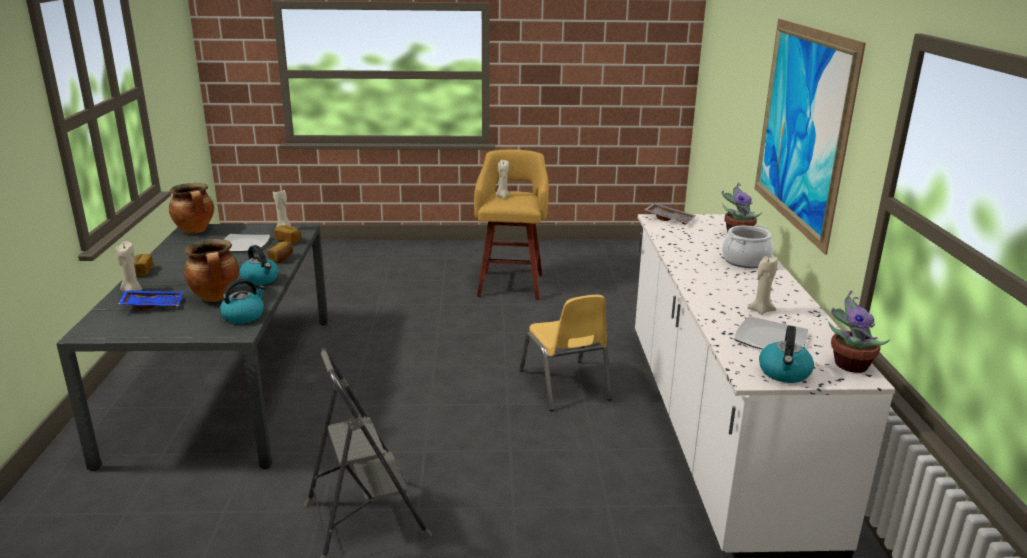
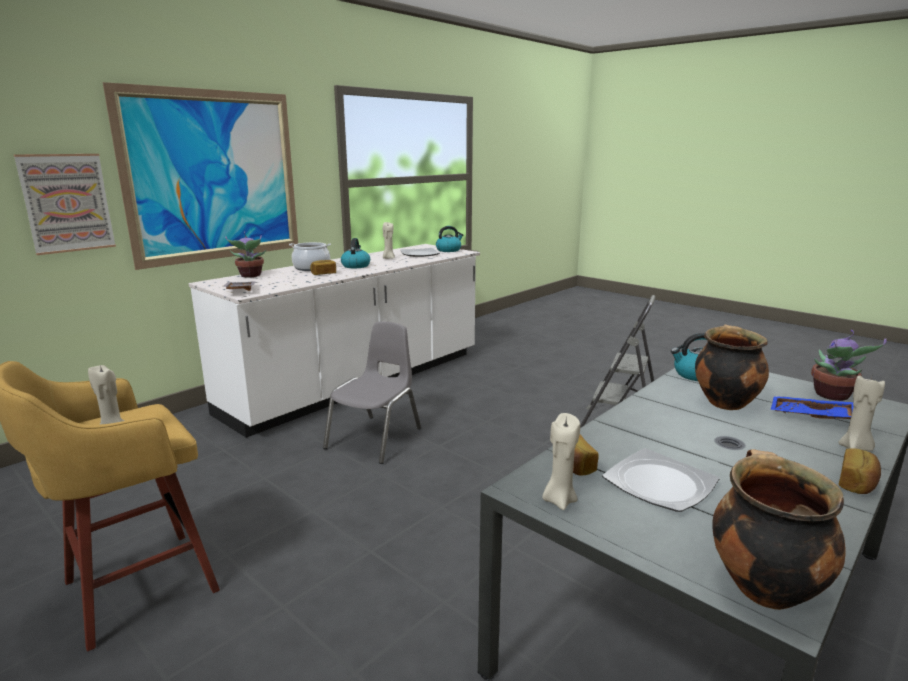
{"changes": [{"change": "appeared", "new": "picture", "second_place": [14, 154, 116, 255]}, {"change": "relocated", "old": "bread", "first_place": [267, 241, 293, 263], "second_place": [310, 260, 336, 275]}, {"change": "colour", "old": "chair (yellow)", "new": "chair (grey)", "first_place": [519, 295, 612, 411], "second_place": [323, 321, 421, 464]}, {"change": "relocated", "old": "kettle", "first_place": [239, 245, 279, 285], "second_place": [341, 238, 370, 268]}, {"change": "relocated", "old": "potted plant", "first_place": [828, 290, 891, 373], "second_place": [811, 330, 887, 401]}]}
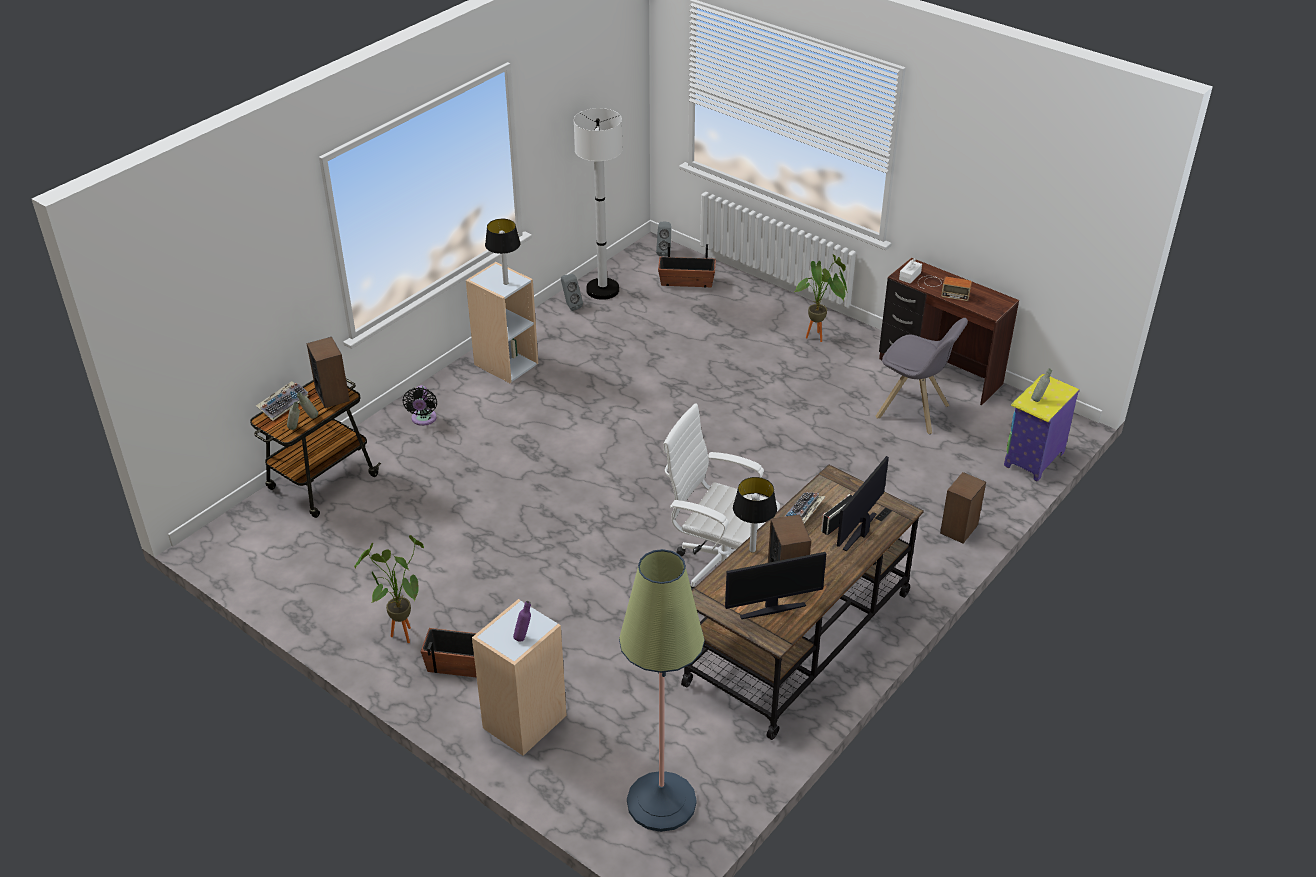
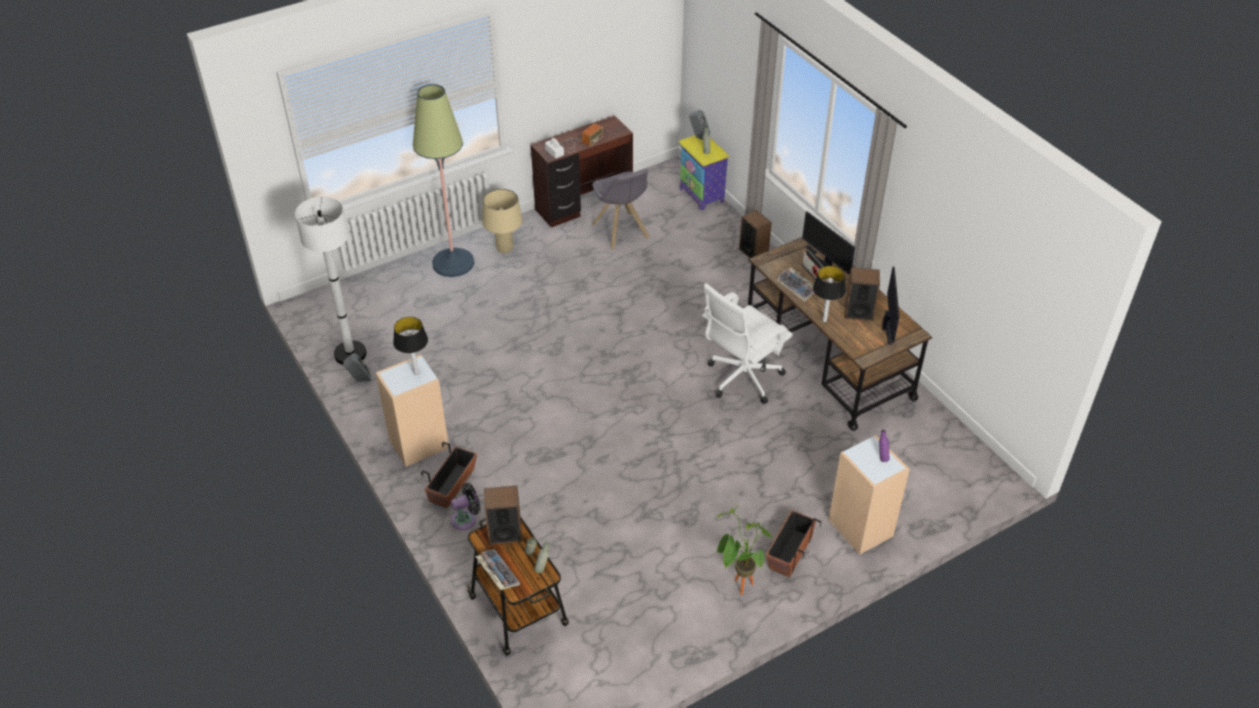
{"changes": [{"change": "relocated", "old": "floor lamp", "first_place": [619, 549, 705, 832], "second_place": [413, 84, 474, 277]}, {"change": "relocated", "old": "planter", "first_place": [658, 243, 716, 287], "second_place": [421, 442, 477, 508]}, {"change": "spun", "old": "fan (black)", "first_place": [402, 385, 437, 426], "second_place": [451, 483, 481, 530], "degrees": -45}, {"change": "exchanged", "old": "potted plant", "new": "table lamp (beige)", "first_place": [795, 254, 848, 342], "second_place": [482, 189, 523, 254]}, {"change": "spun", "old": "chair (grey)", "first_place": [875, 318, 968, 434], "second_place": [592, 169, 649, 249], "degrees": 105}, {"change": "relocated", "old": "speaker (grey)", "first_place": [656, 222, 671, 257], "second_place": [689, 110, 710, 140]}]}
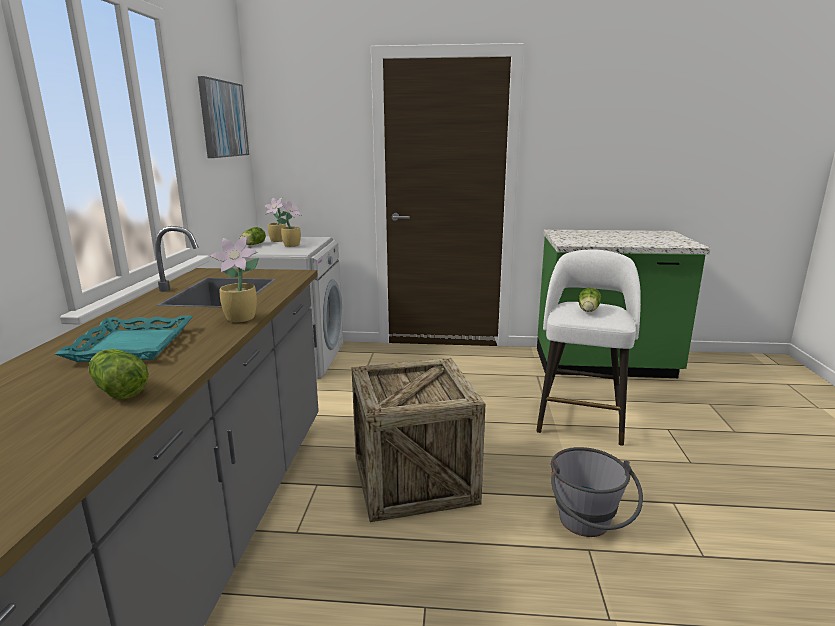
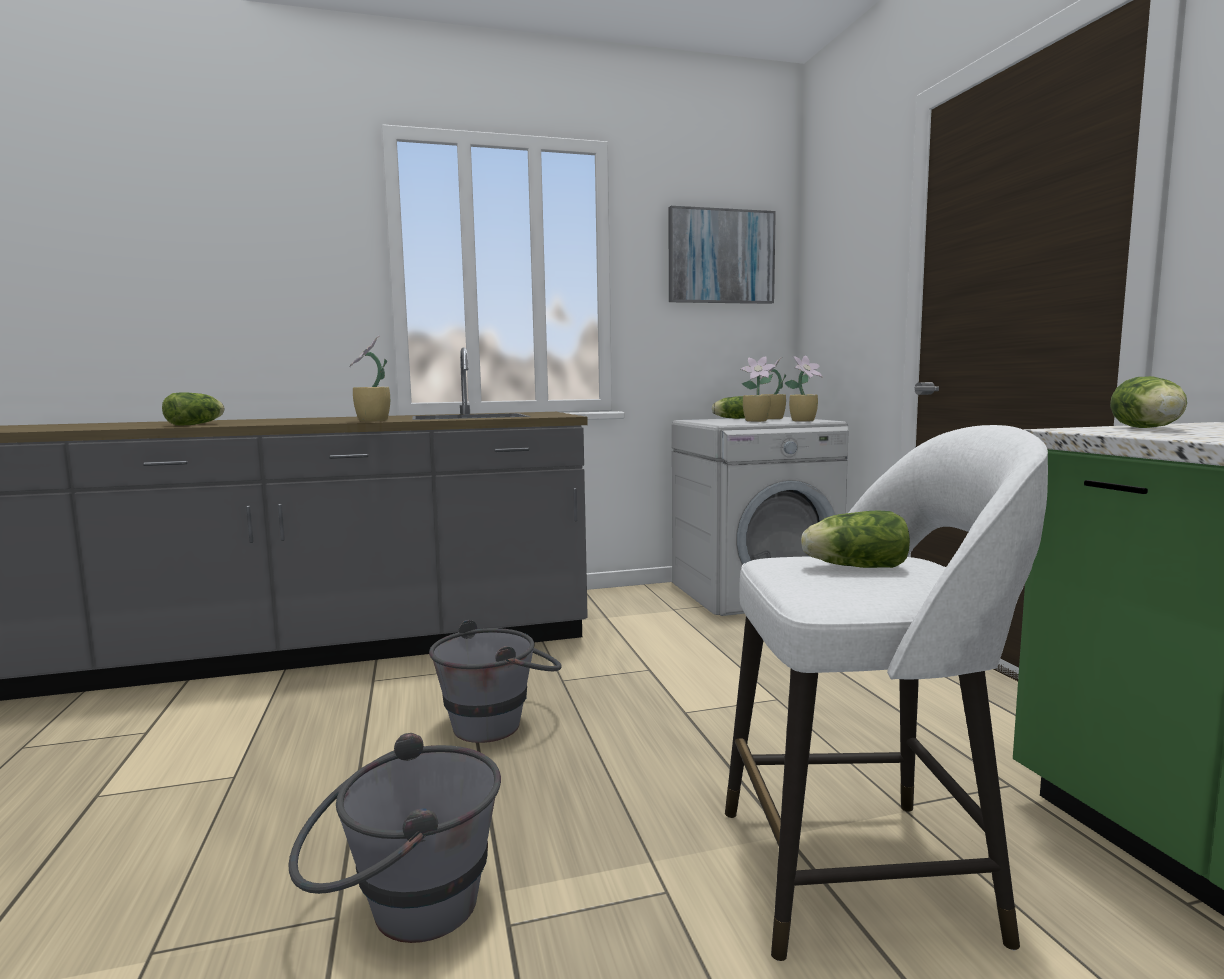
{"changes": [{"change": "exchanged", "old": "crate", "new": "bucket (grey)", "first_place": [351, 358, 485, 522], "second_place": [429, 620, 562, 743]}, {"change": "appeared", "new": "potted plant", "second_place": [785, 356, 822, 422]}, {"change": "appeared", "new": "lettuce", "second_place": [1110, 376, 1187, 428]}, {"change": "missing", "old": "tray (turquoise)", "first_place": [55, 315, 193, 362]}]}
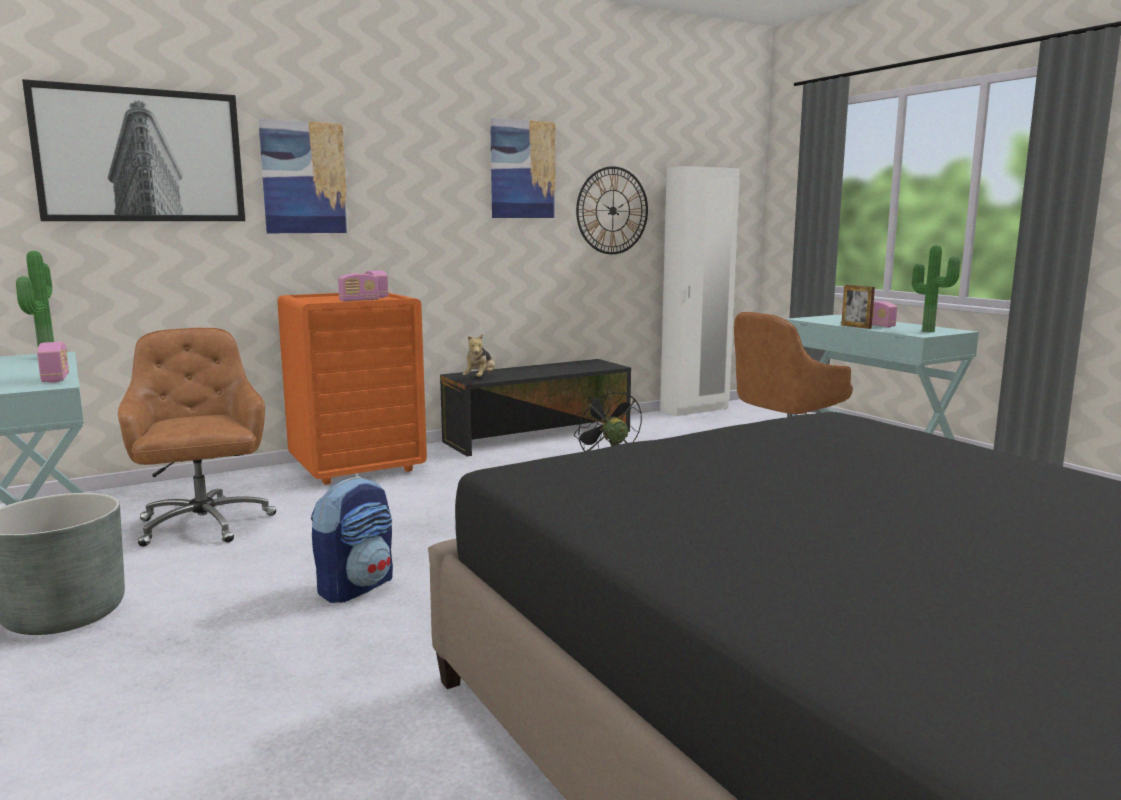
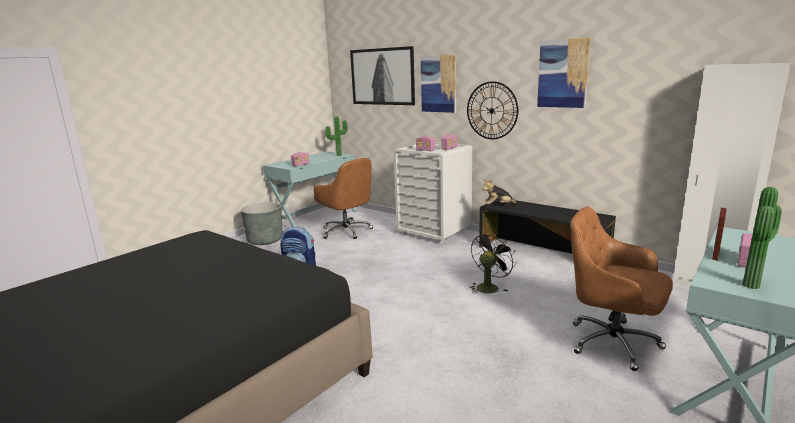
{"changes": [{"change": "spun", "old": "office chair (brown)", "first_place": [118, 328, 276, 547], "second_place": [314, 158, 373, 239], "degrees": 90}, {"change": "colour", "old": "dresser (orange)", "new": "dresser (white)", "first_place": [277, 293, 427, 485], "second_place": [394, 142, 472, 243]}, {"change": "relocated", "old": "wall clock", "first_place": [576, 166, 648, 254], "second_place": [467, 81, 518, 139]}]}
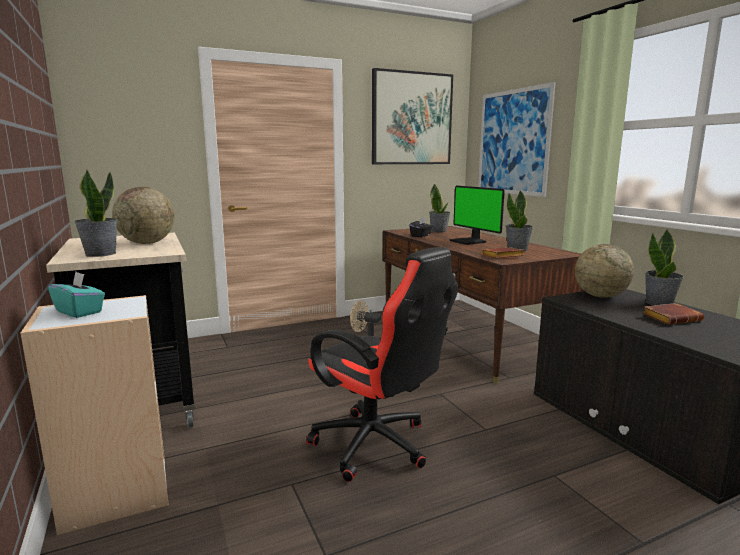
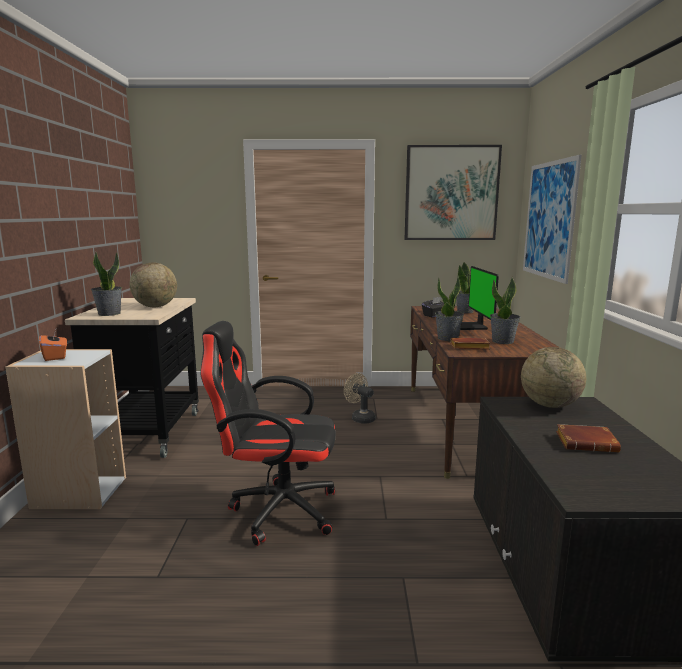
{"changes": [{"change": "colour", "old": "tissue box (turquoise)", "new": "tissue box (orange)", "first_place": [48, 272, 105, 318], "second_place": [39, 330, 67, 361]}, {"change": "spun", "old": "office chair (black)", "first_place": [306, 247, 458, 482], "second_place": [201, 321, 336, 546], "degrees": 120}, {"change": "relocated", "old": "potted plant", "first_place": [645, 228, 684, 306], "second_place": [435, 275, 464, 341]}]}
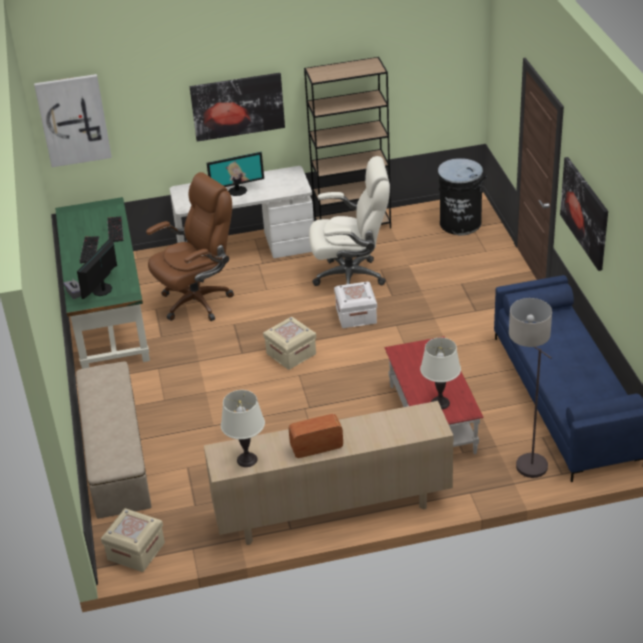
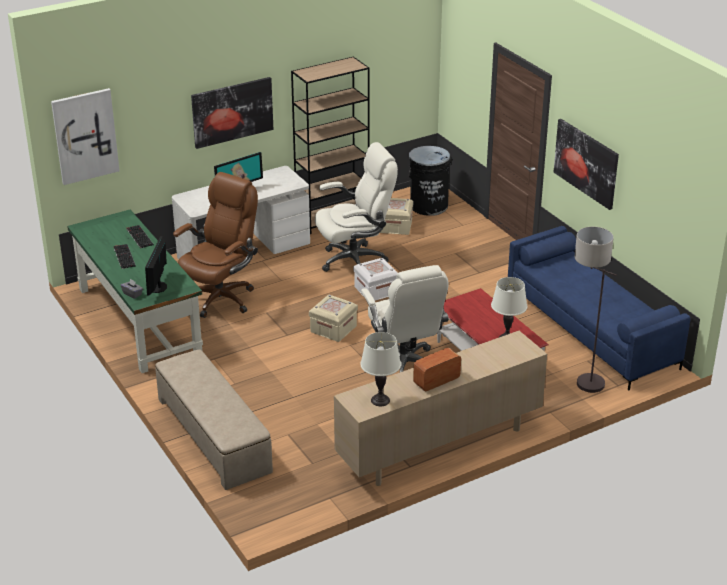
{"changes": [{"change": "appeared", "new": "office chair (white)", "second_place": [361, 265, 448, 372]}, {"change": "relocated", "old": "storage box (beige)", "first_place": [101, 508, 165, 572], "second_place": [380, 198, 413, 235]}]}
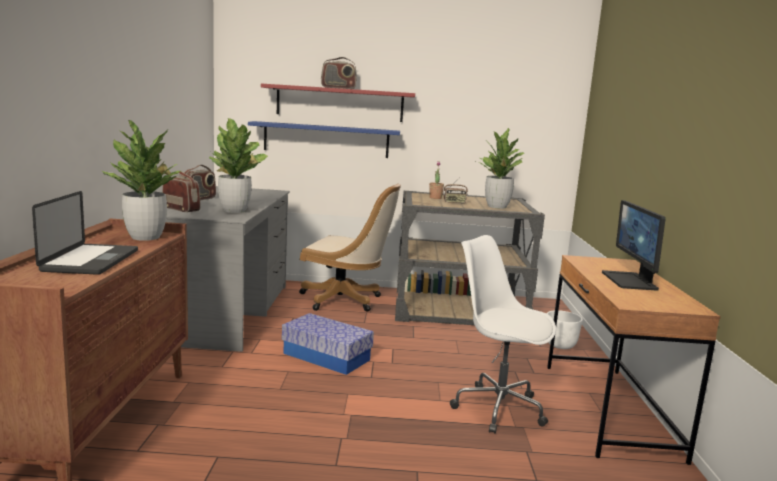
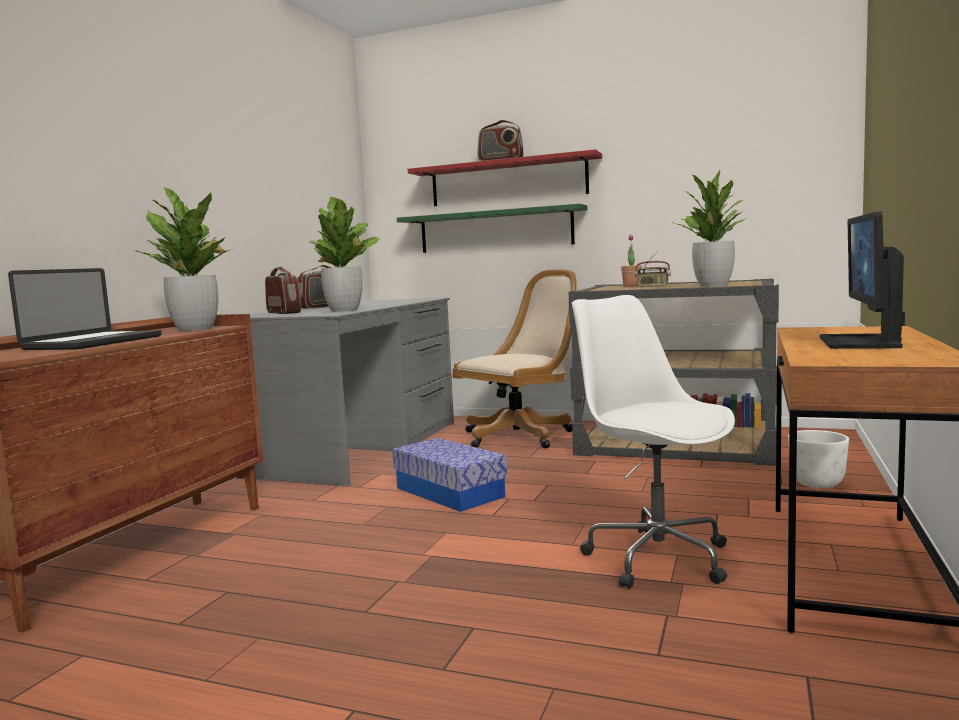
{"changes": [{"change": "colour", "old": "shelf (blue)", "new": "shelf (green)", "first_place": [248, 121, 400, 158], "second_place": [397, 204, 587, 253]}, {"change": "spun", "old": "office chair", "first_place": [299, 183, 401, 312], "second_place": [452, 269, 577, 448], "degrees": -75}]}
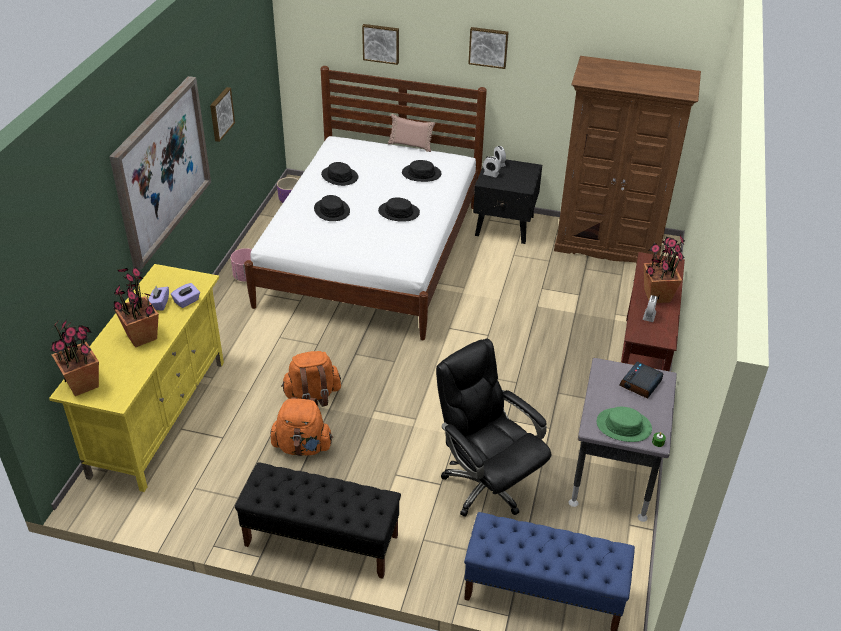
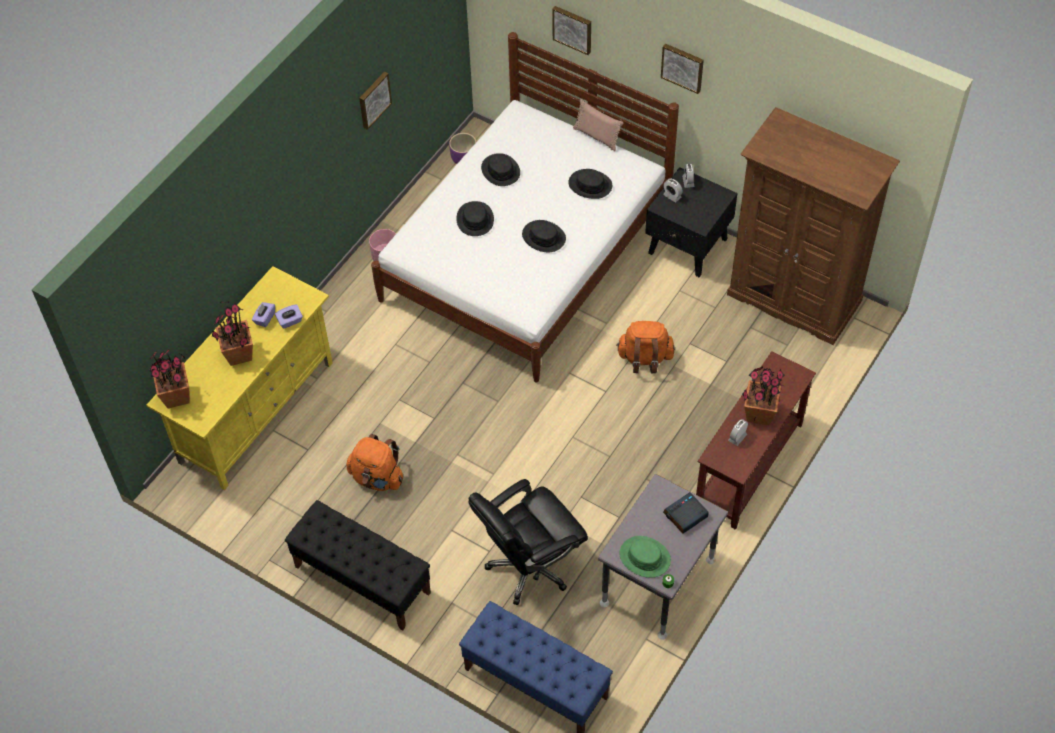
{"changes": [{"change": "spun", "old": "office chair (black)", "first_place": [436, 338, 551, 517], "second_place": [468, 479, 588, 605], "degrees": -105}, {"change": "relocated", "old": "backpack (orange)", "first_place": [281, 351, 341, 407], "second_place": [616, 321, 675, 373]}, {"change": "missing", "old": "picture", "first_place": [109, 76, 211, 269]}]}
